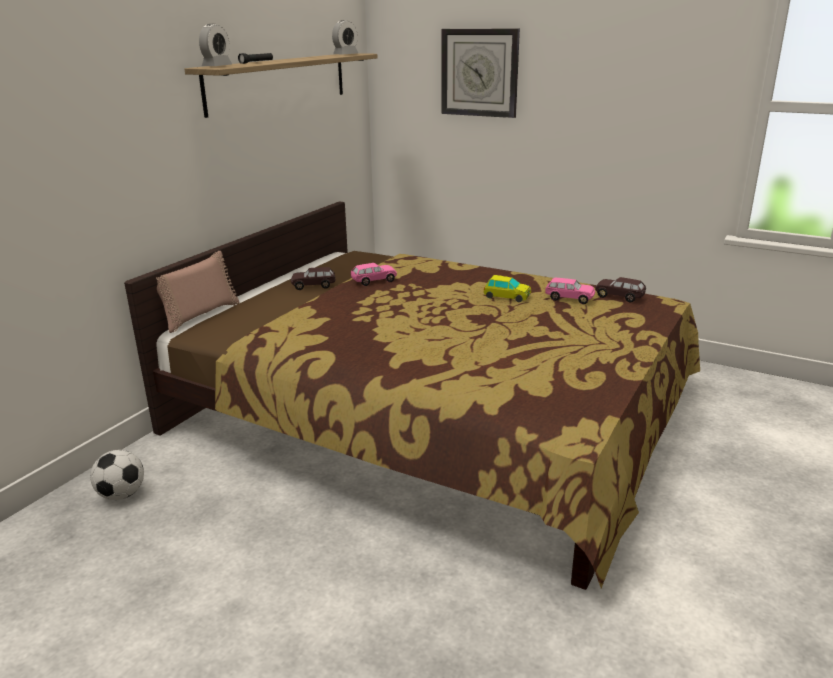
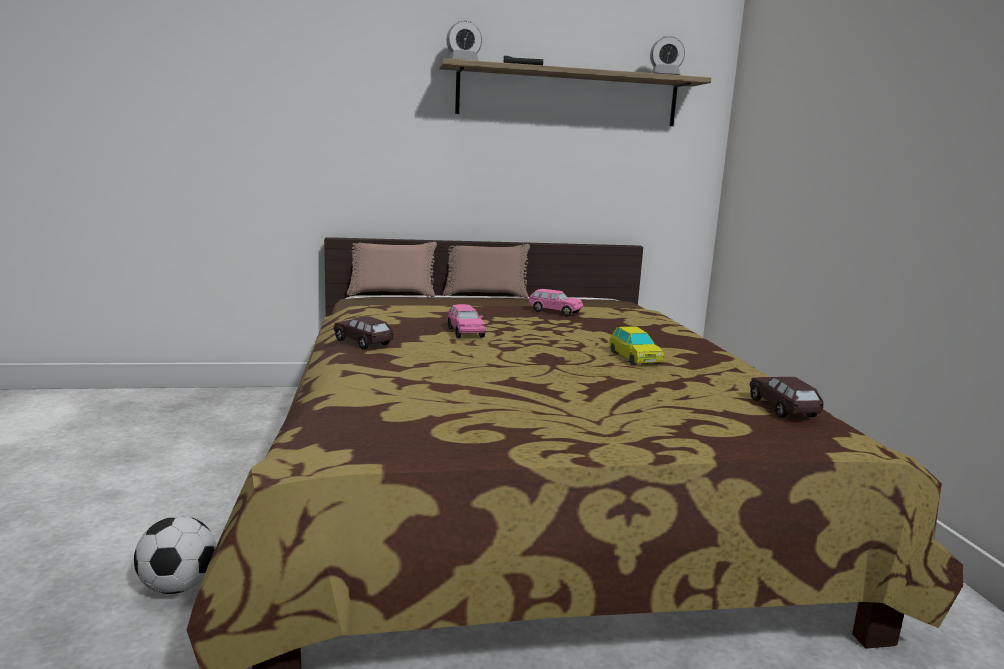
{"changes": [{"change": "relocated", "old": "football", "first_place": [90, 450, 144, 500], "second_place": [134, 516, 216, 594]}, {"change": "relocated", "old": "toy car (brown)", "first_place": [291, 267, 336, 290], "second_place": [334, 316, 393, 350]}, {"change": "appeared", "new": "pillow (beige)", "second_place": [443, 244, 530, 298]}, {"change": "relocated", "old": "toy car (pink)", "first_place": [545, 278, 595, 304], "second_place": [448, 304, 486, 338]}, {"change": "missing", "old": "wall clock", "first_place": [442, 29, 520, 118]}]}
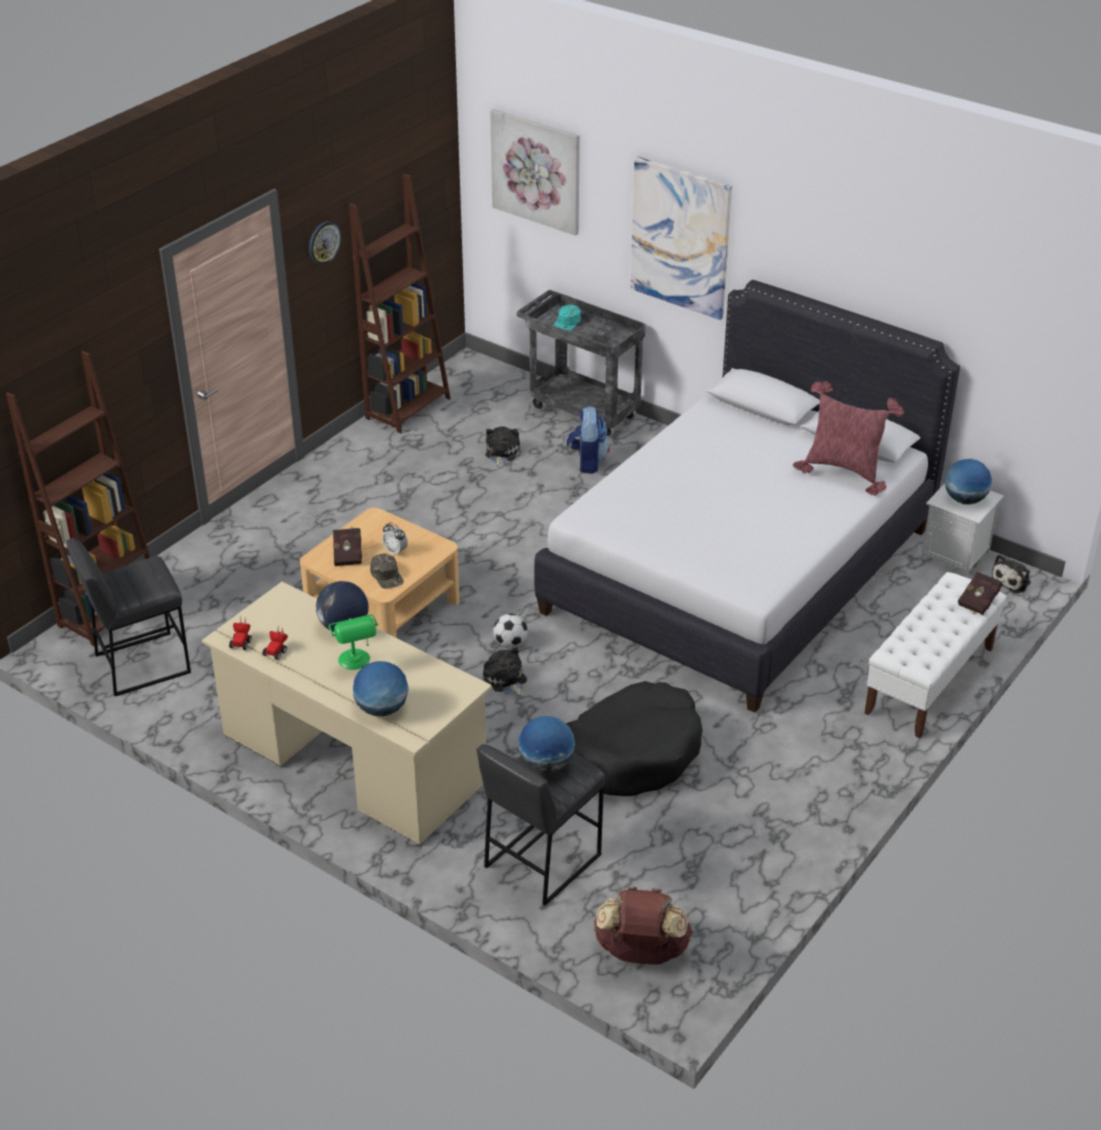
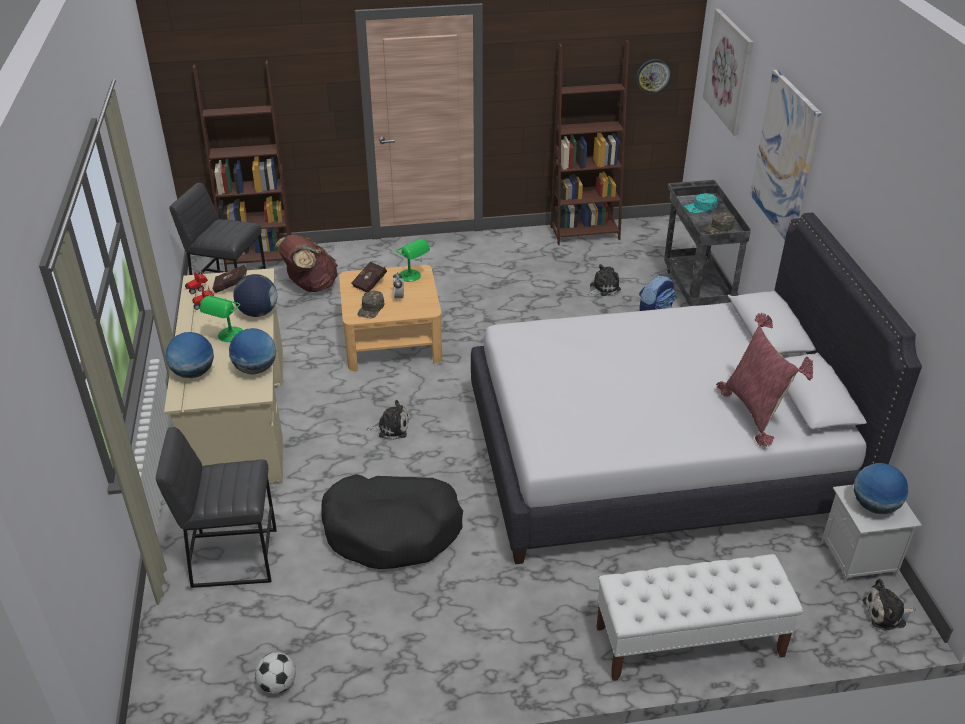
{"changes": [{"change": "relocated", "old": "book (red)", "first_place": [958, 572, 1003, 615], "second_place": [212, 265, 247, 293]}, {"change": "relocated", "old": "globe", "first_place": [519, 716, 575, 772], "second_place": [229, 328, 276, 374]}, {"change": "relocated", "old": "football", "first_place": [493, 614, 528, 648], "second_place": [255, 652, 296, 694]}, {"change": "relocated", "old": "backpack (brown)", "first_place": [593, 887, 692, 965], "second_place": [275, 235, 338, 292]}, {"change": "spun", "old": "plush toy", "first_place": [483, 646, 527, 696], "second_place": [366, 400, 409, 440], "degrees": 75}, {"change": "appeared", "new": "table lamp (green)", "second_place": [396, 239, 430, 282]}, {"change": "relocated", "old": "wall clock", "first_place": [309, 221, 341, 265], "second_place": [636, 59, 670, 93]}, {"change": "appeared", "new": "cap (green)", "second_place": [704, 212, 735, 234]}]}
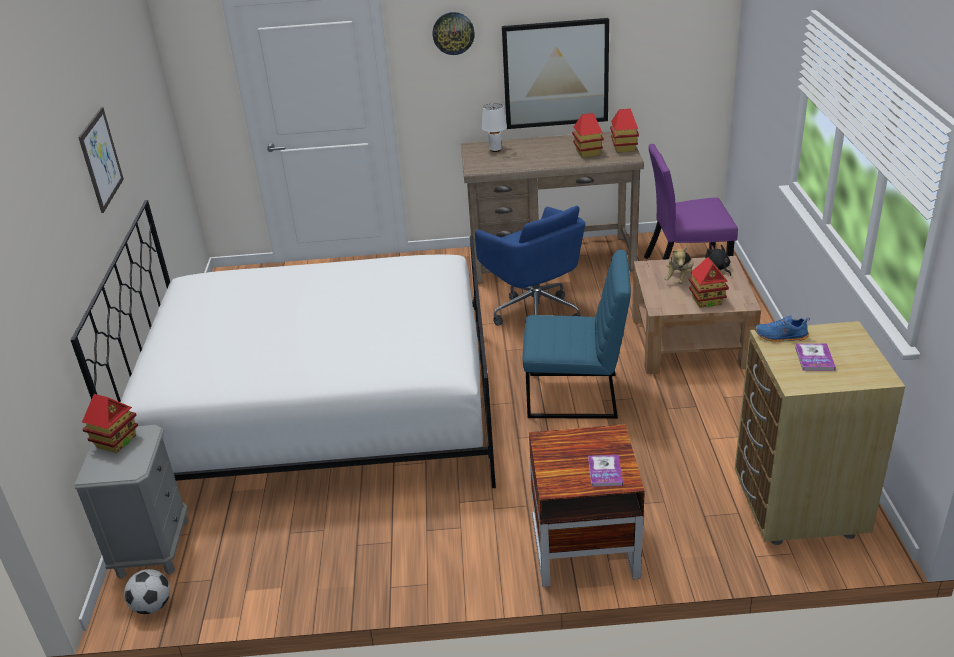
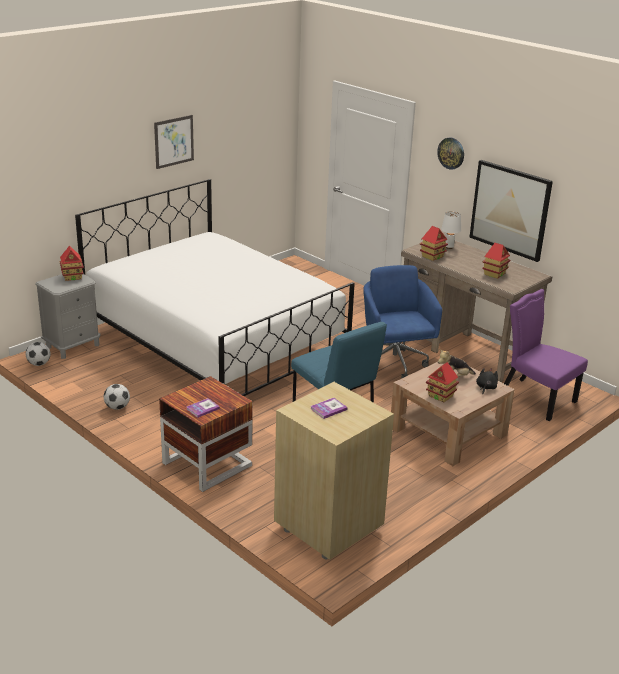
{"changes": [{"change": "appeared", "new": "football", "second_place": [104, 384, 130, 410]}, {"change": "spun", "old": "office chair (blue)", "first_place": [475, 206, 585, 326], "second_place": [363, 265, 442, 378], "degrees": 150}, {"change": "relocated", "old": "toy house", "first_place": [610, 109, 639, 152], "second_place": [420, 226, 448, 261]}, {"change": "missing", "old": "shoe (blue)", "first_place": [755, 315, 810, 342]}]}
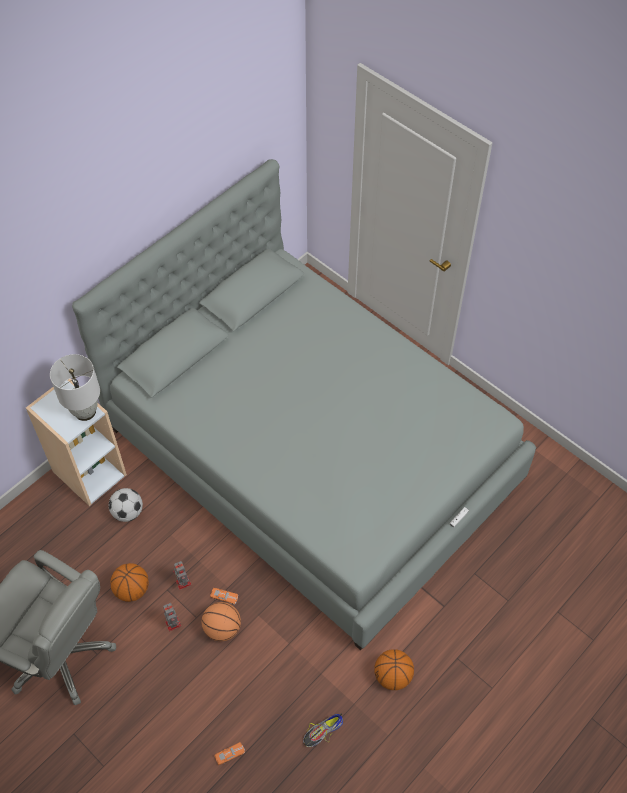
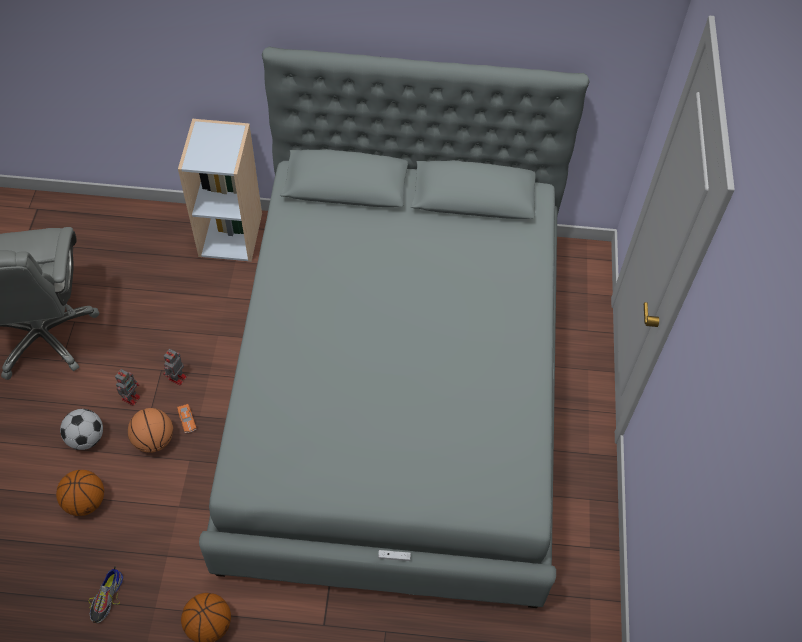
{"changes": [{"change": "relocated", "old": "basketball", "first_place": [110, 563, 149, 602], "second_place": [56, 470, 104, 516]}, {"change": "relocated", "old": "football", "first_place": [109, 488, 143, 522], "second_place": [60, 409, 103, 450]}, {"change": "spun", "old": "shoe", "first_place": [303, 713, 343, 747], "second_place": [88, 566, 123, 623], "degrees": -90}, {"change": "missing", "old": "table lamp (white)", "first_place": [50, 354, 100, 421]}, {"change": "missing", "old": "toy car (orange)", "first_place": [214, 742, 245, 765]}]}
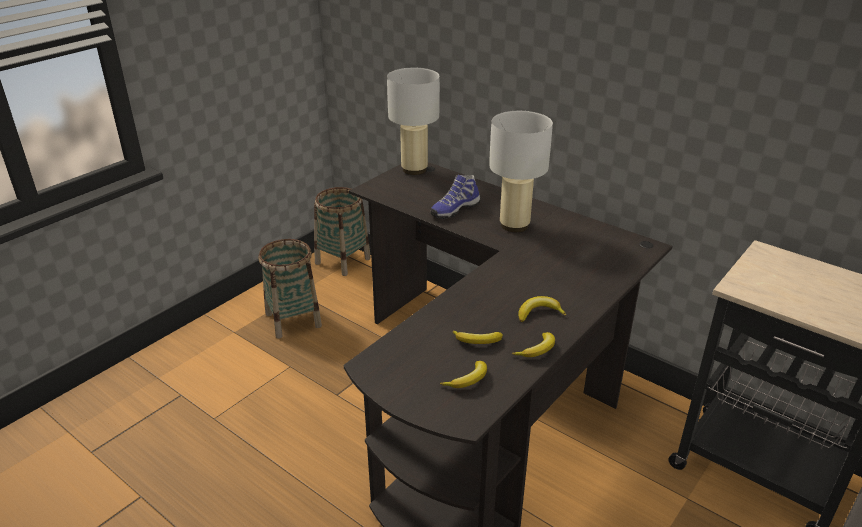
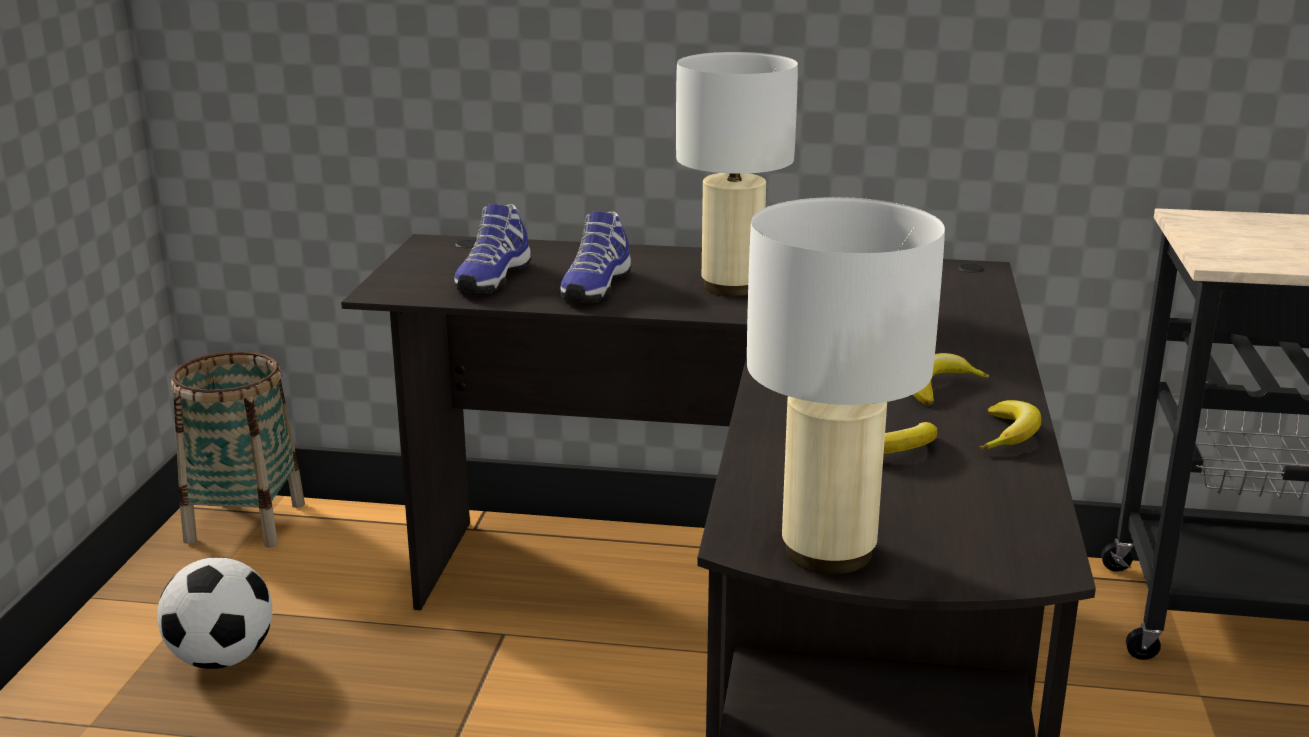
{"changes": [{"change": "exchanged", "old": "basket", "new": "football", "first_place": [258, 239, 322, 339], "second_place": [157, 557, 272, 669]}, {"change": "appeared", "new": "shoe", "second_place": [454, 204, 531, 293]}, {"change": "relocated", "old": "table lamp (white)", "first_place": [387, 68, 440, 175], "second_place": [747, 197, 945, 575]}, {"change": "missing", "old": "banana", "first_place": [440, 361, 487, 388]}]}
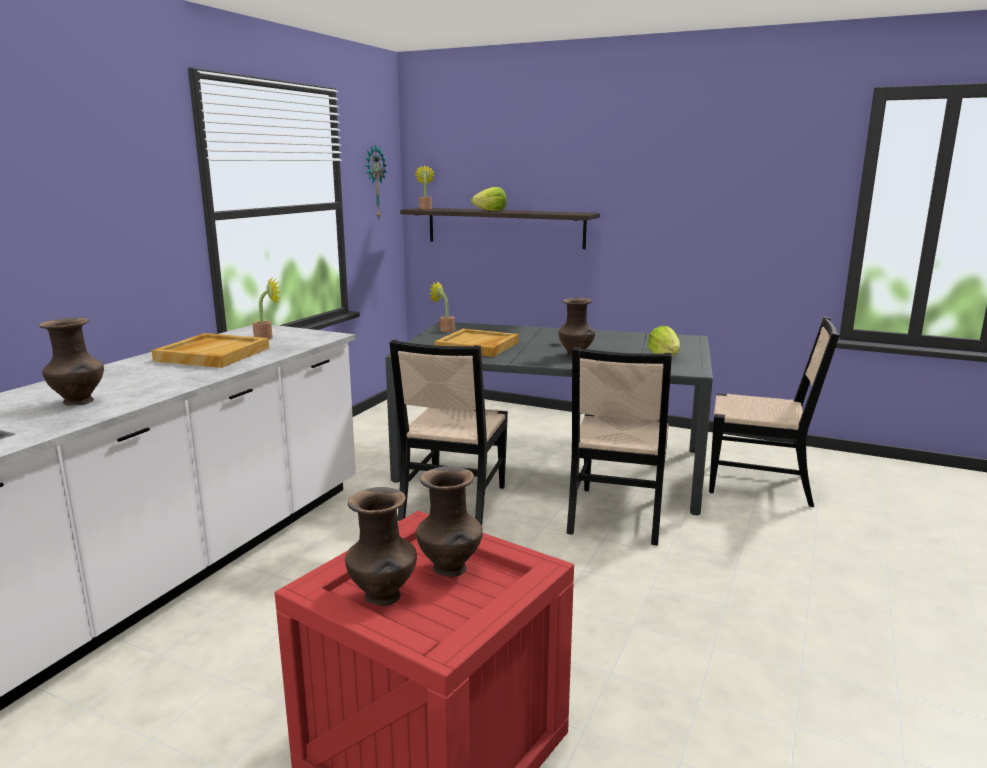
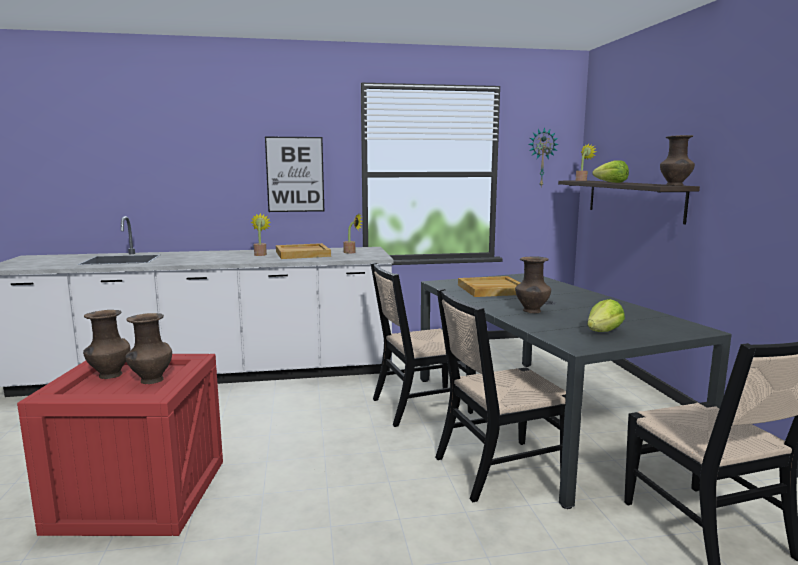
{"changes": [{"change": "relocated", "old": "potted plant", "first_place": [428, 281, 455, 332], "second_place": [251, 213, 271, 256]}, {"change": "appeared", "new": "picture", "second_place": [265, 137, 324, 212]}, {"change": "relocated", "old": "vase (brown)", "first_place": [39, 317, 104, 405], "second_place": [660, 135, 695, 186]}]}
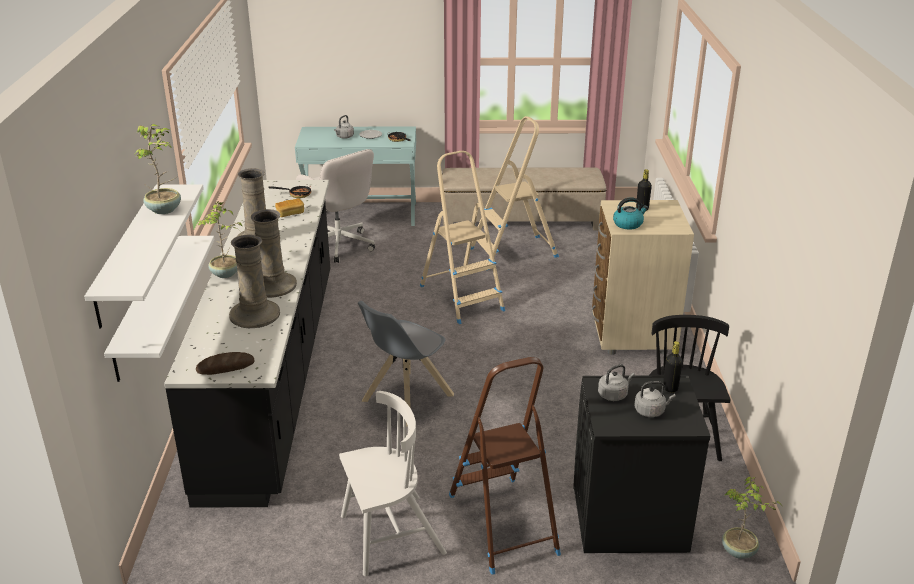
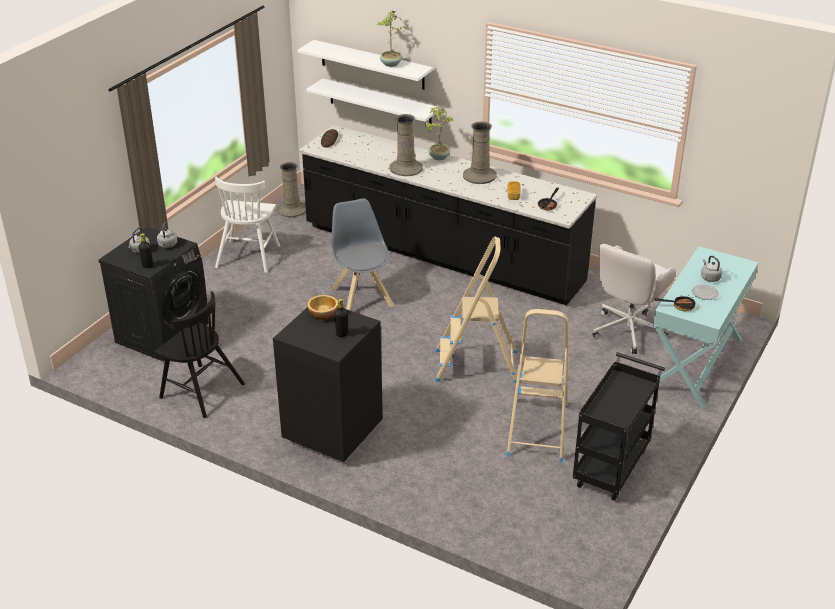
{"changes": [{"change": "colour", "old": "dresser (beige)", "new": "dresser (black)", "first_place": [592, 200, 694, 355], "second_place": [273, 308, 383, 462]}, {"change": "relocated", "old": "vase (beige)", "first_place": [229, 235, 280, 328], "second_place": [277, 162, 306, 217]}, {"change": "exchanged", "old": "kettle", "new": "bowl", "first_place": [613, 197, 648, 230], "second_place": [307, 295, 338, 320]}, {"change": "exchanged", "old": "bench (beige)", "new": "cart (black)", "first_place": [442, 167, 607, 231], "second_place": [573, 352, 665, 501]}, {"change": "spun", "old": "office chair (white)", "first_place": [296, 149, 375, 263], "second_place": [592, 244, 676, 354], "degrees": -45}, {"change": "missing", "old": "step ladder (brown)", "first_place": [449, 357, 561, 575]}, {"change": "missing", "old": "potted plant", "first_place": [722, 477, 781, 559]}]}
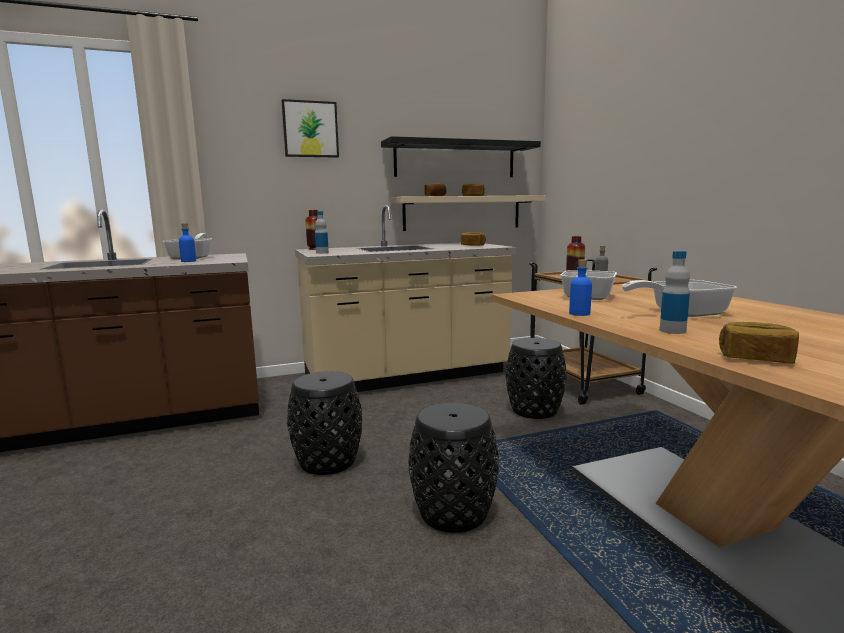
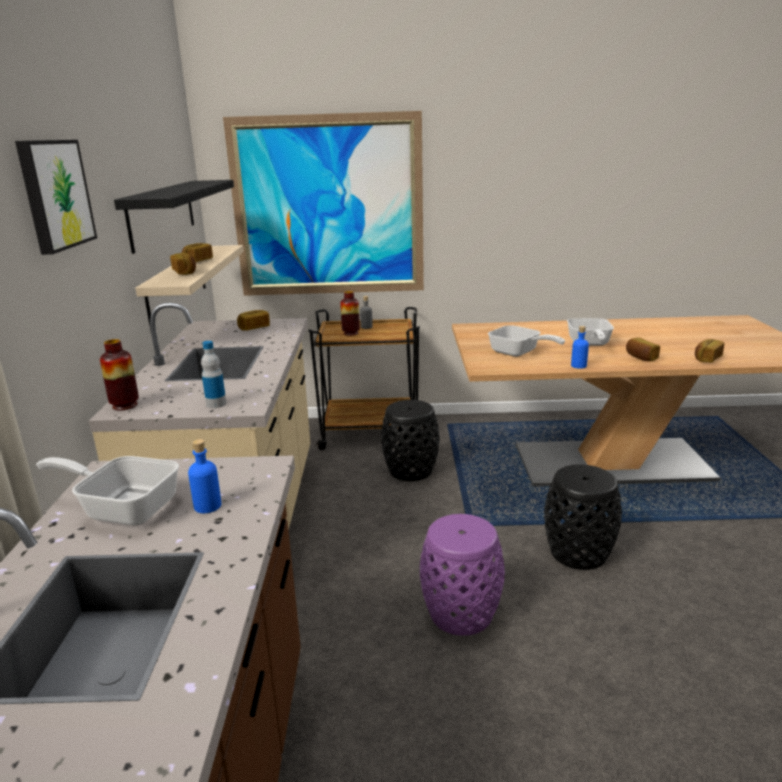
{"changes": [{"change": "appeared", "new": "picture", "second_place": [223, 111, 424, 296]}, {"change": "colour", "old": "stool (black)", "new": "stool (purple)", "first_place": [287, 371, 362, 475], "second_place": [420, 514, 505, 636]}, {"change": "exchanged", "old": "bottle", "new": "bread", "first_place": [660, 251, 690, 334], "second_place": [626, 338, 660, 362]}]}
